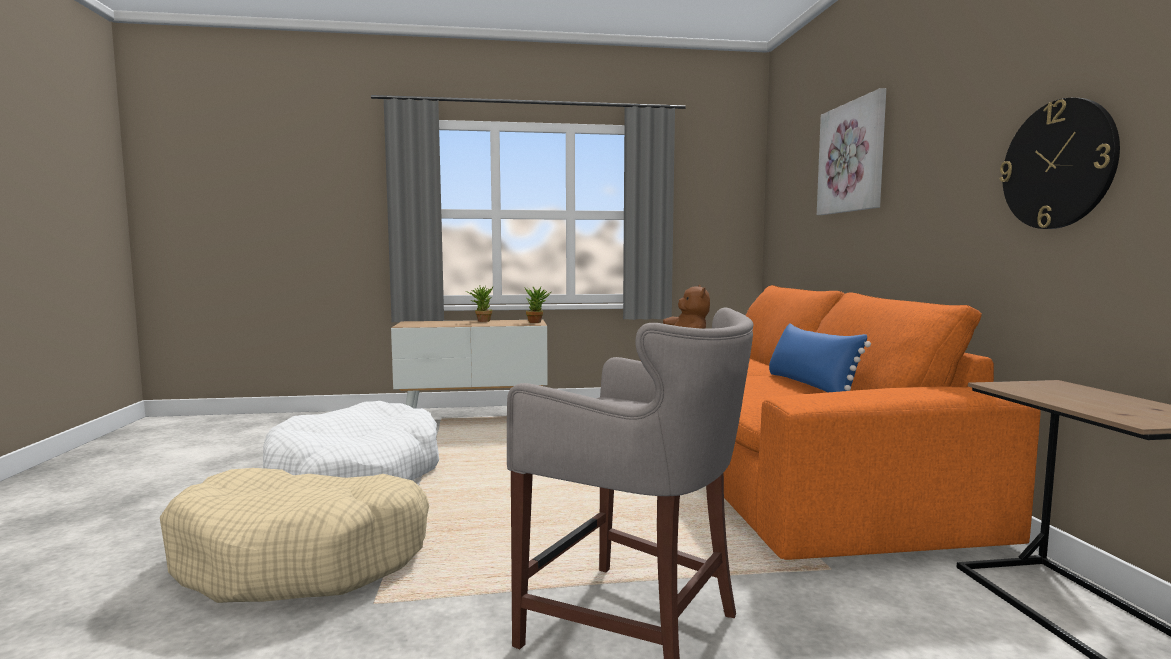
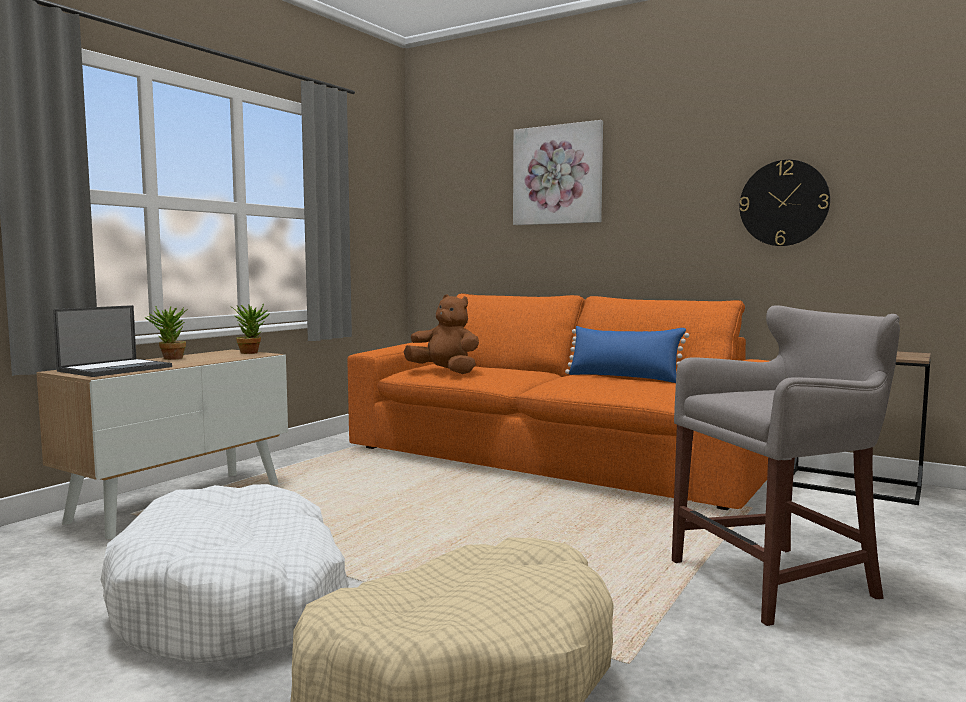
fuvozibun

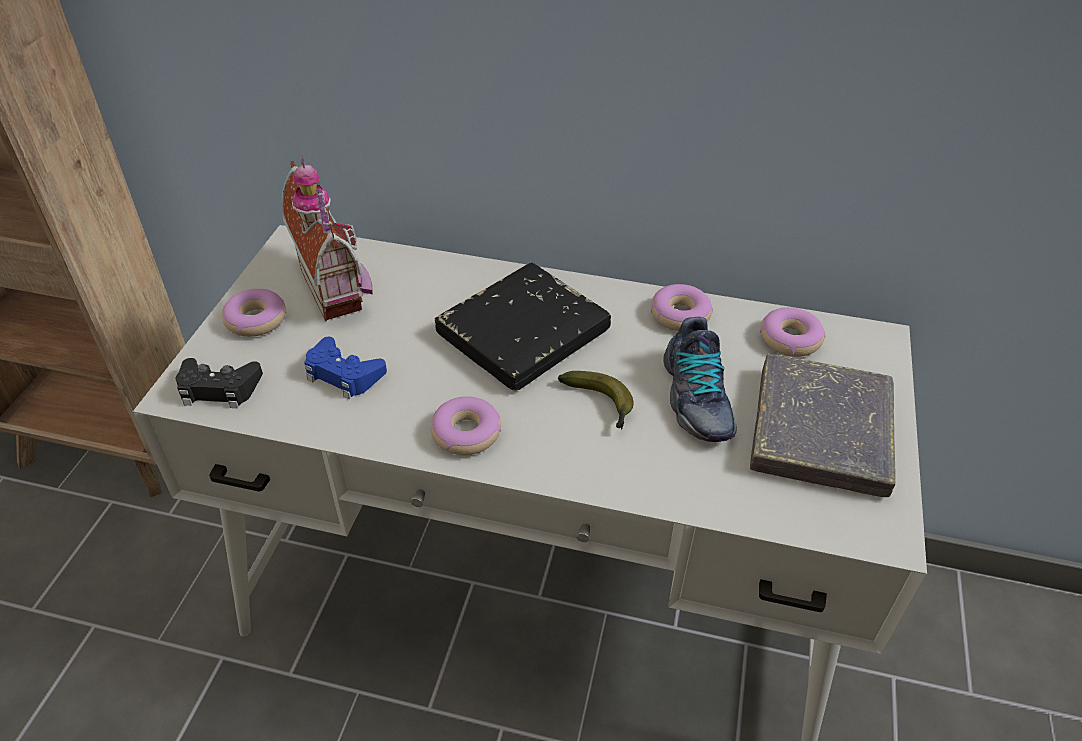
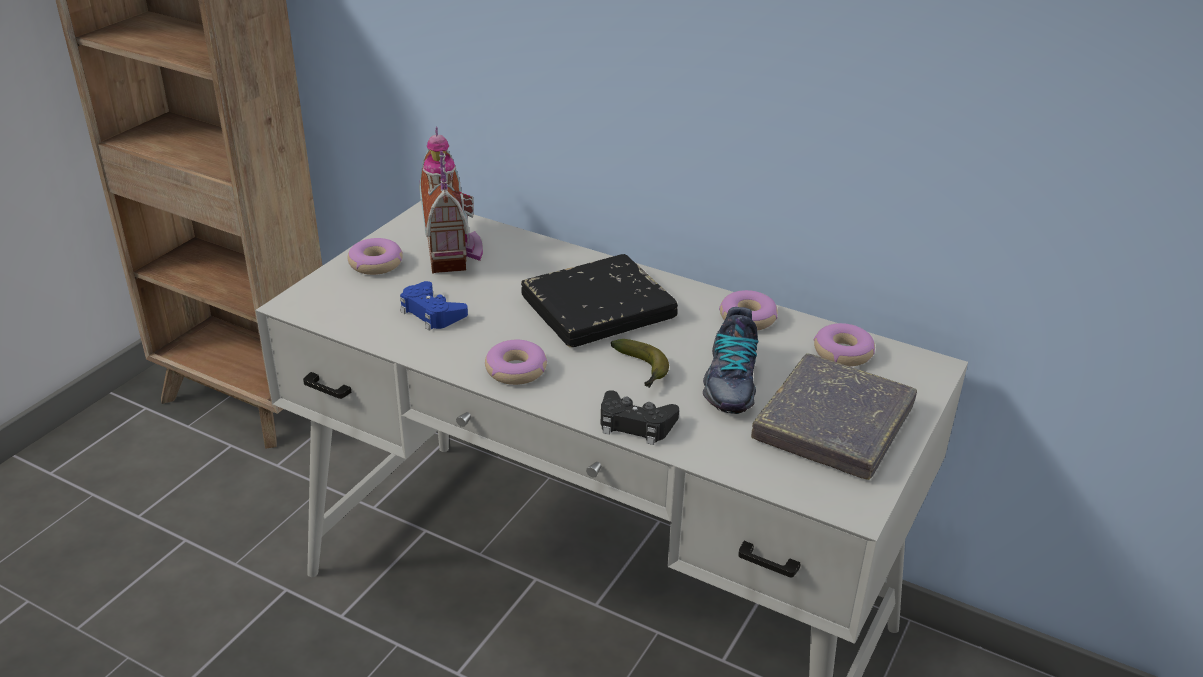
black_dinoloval

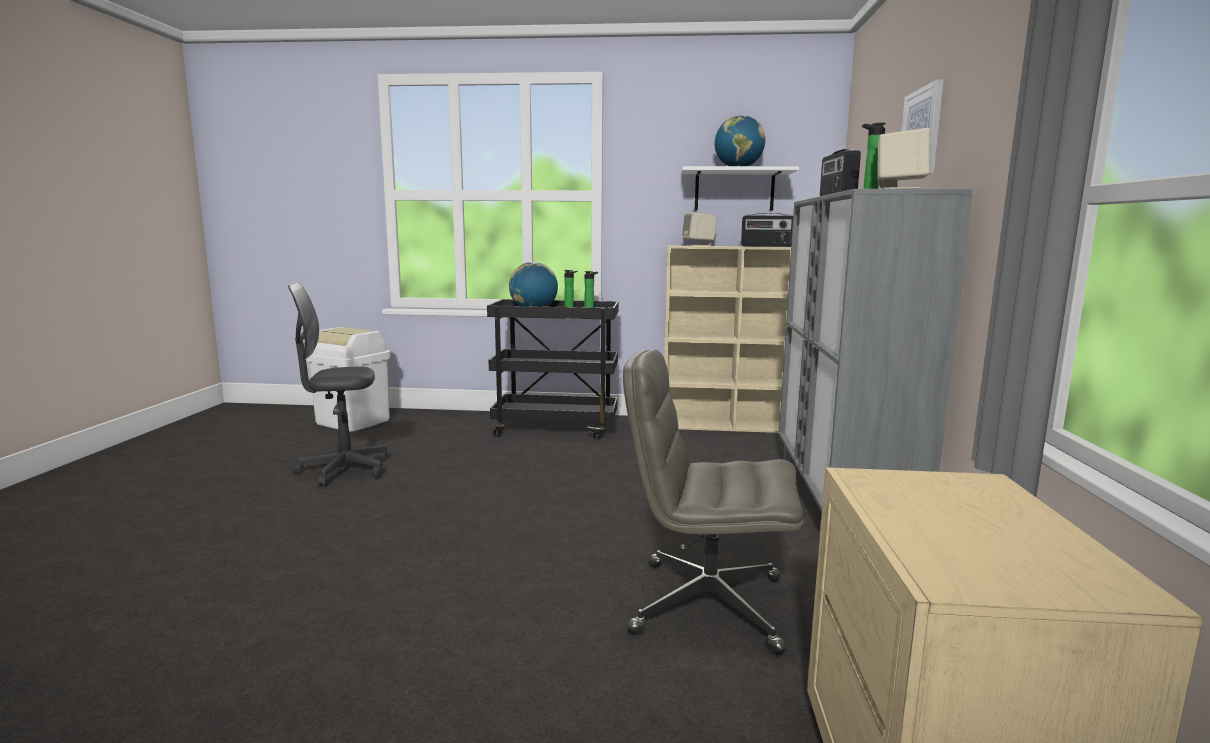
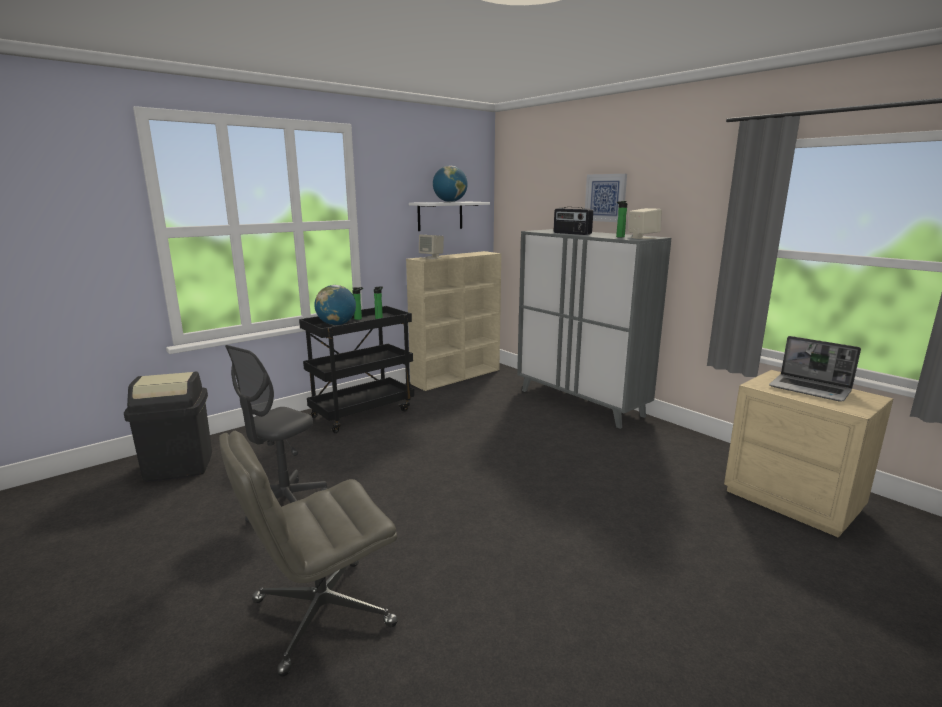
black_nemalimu
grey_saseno (2nd from left)
fuvozibun
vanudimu (1st from left in the first image)

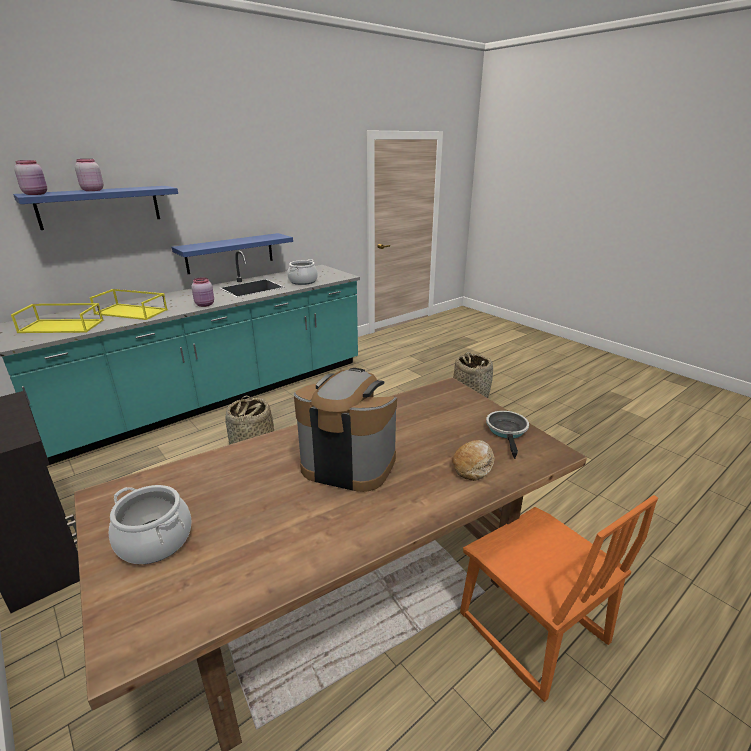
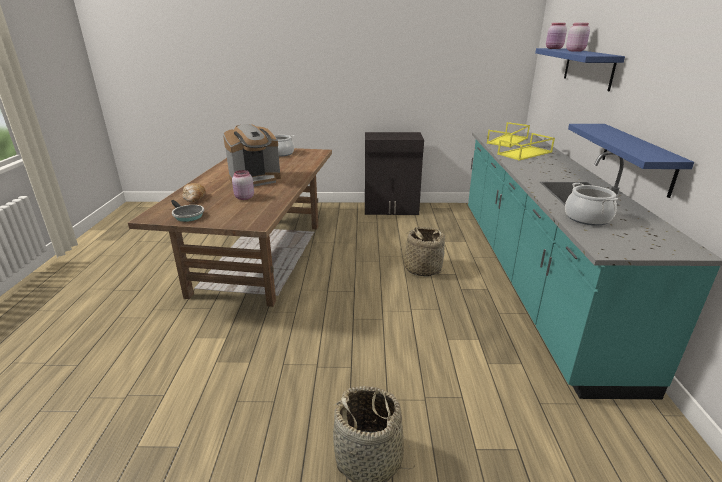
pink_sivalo (1st from left)
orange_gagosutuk

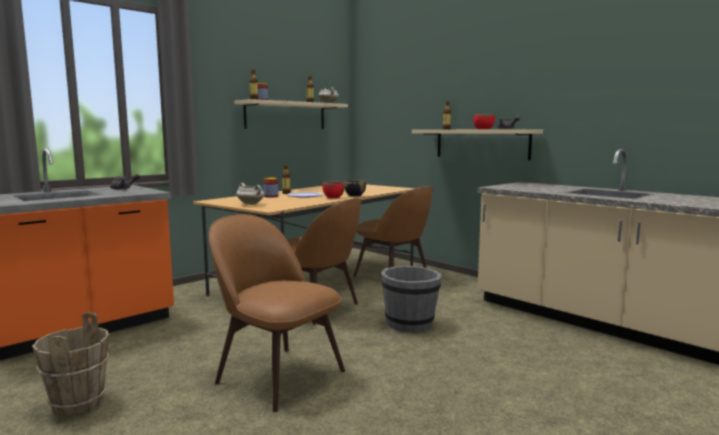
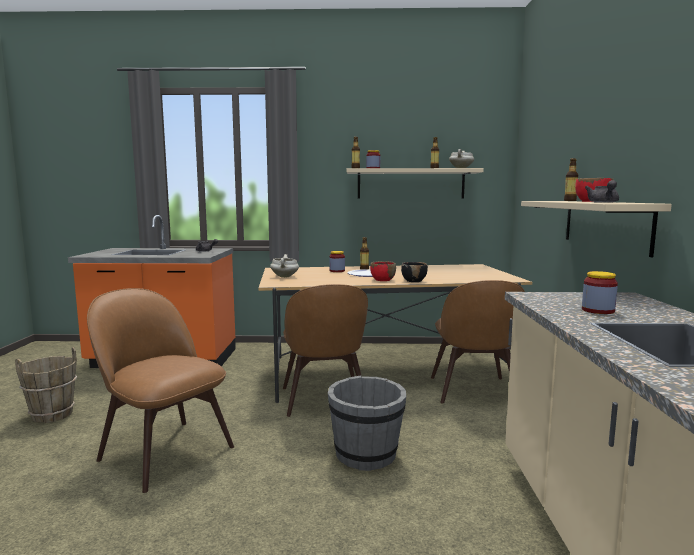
brown_gagosutuk (1st from left)
sivalo (3rd from left)

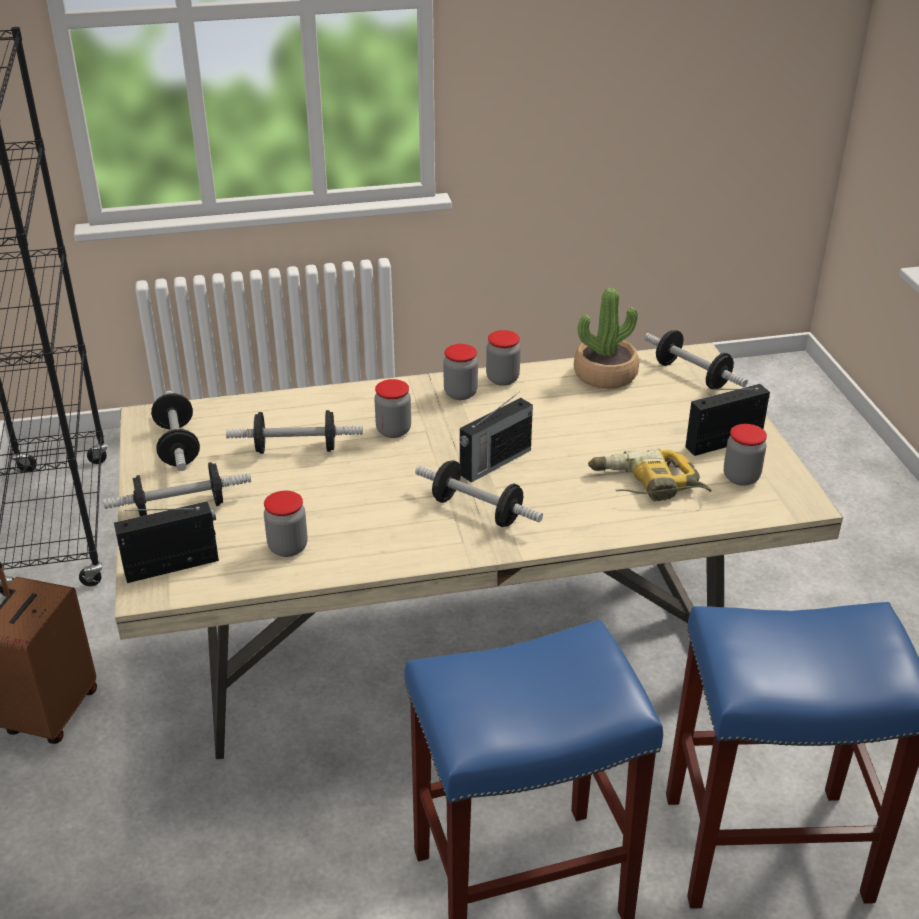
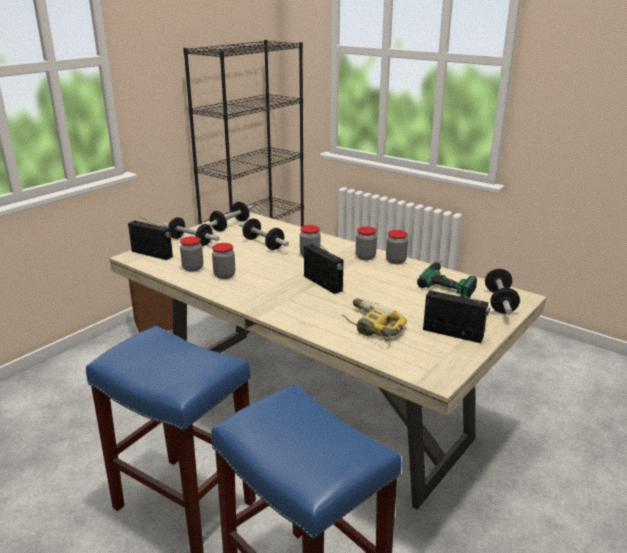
sivalo (2nd from left)
vanudimu (2nd from left)
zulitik (2nd from left)
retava (4th from left in the first image)

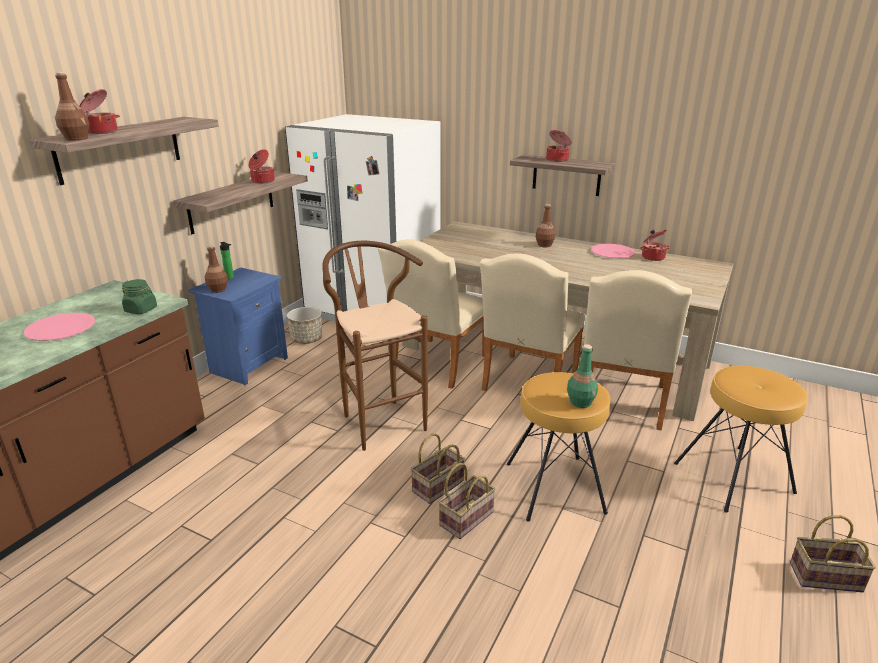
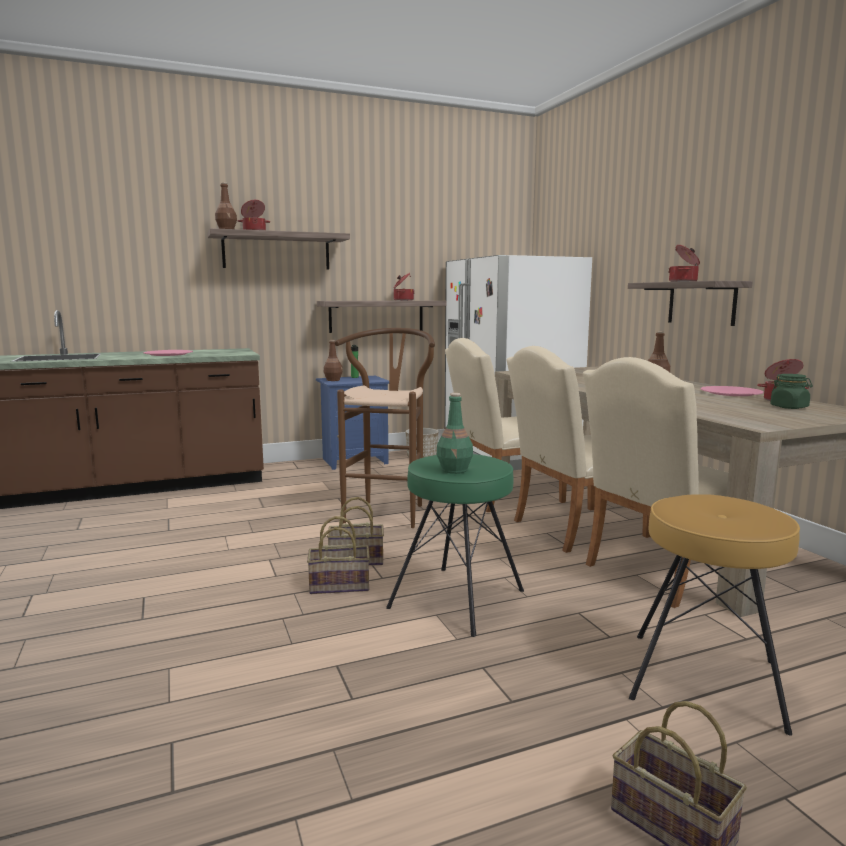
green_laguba
green_sivalo

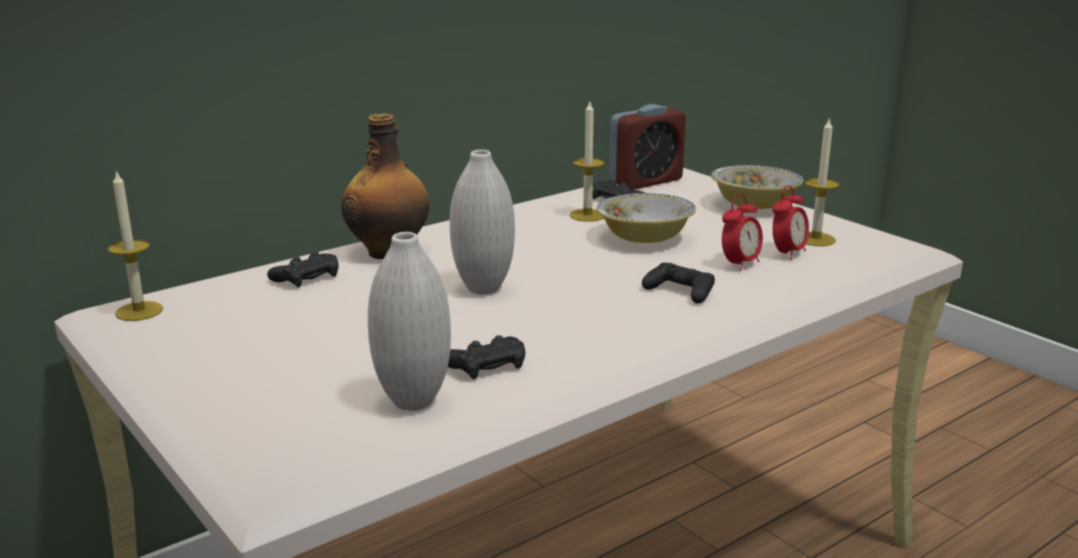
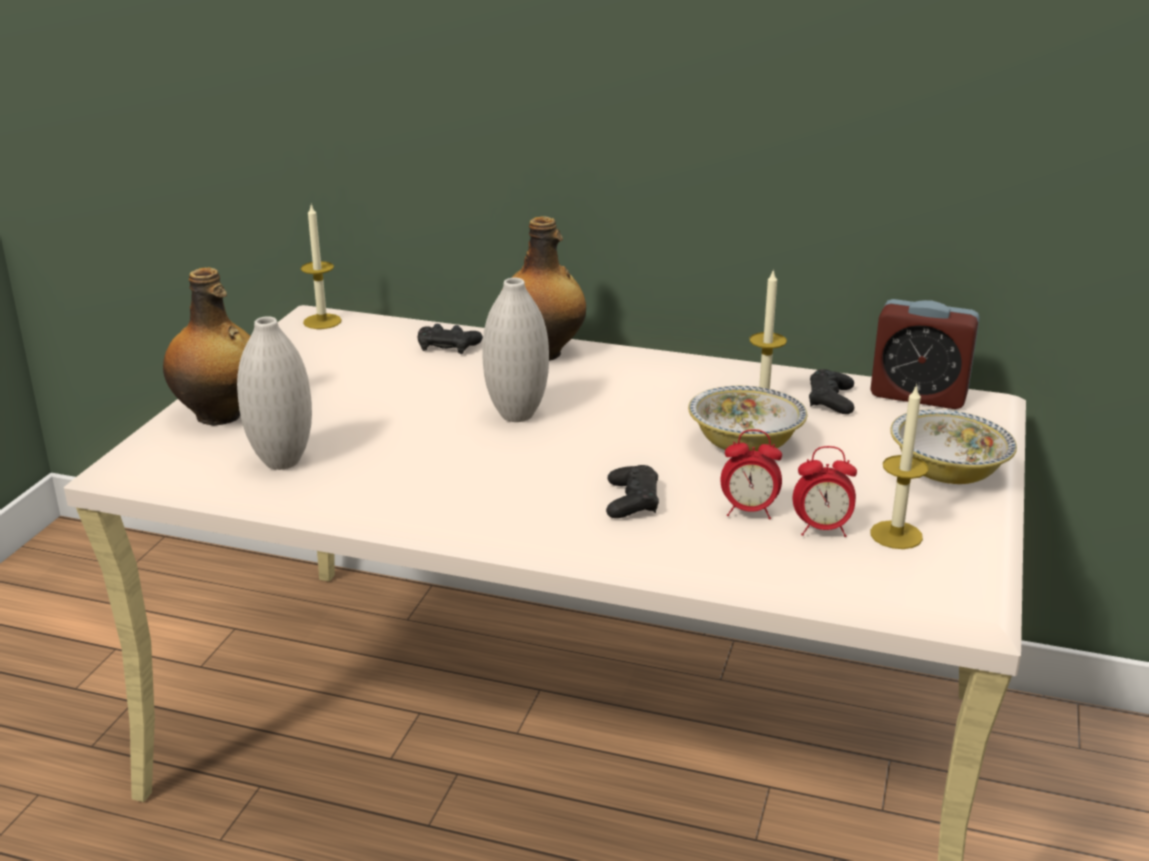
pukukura (1st from left)
black_dinoloval (2nd from left in the first image)

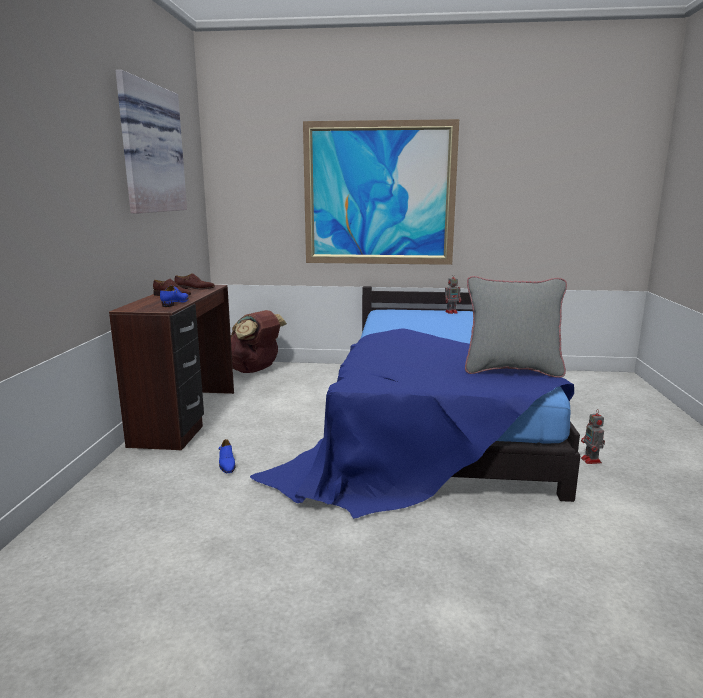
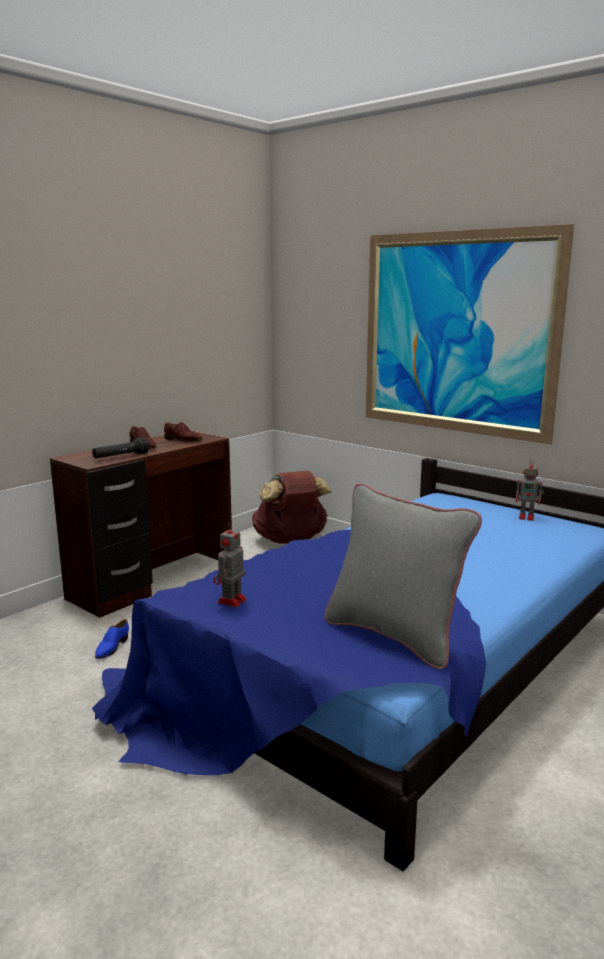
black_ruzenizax
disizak (1st from left)
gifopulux (1st from left in the first image)

